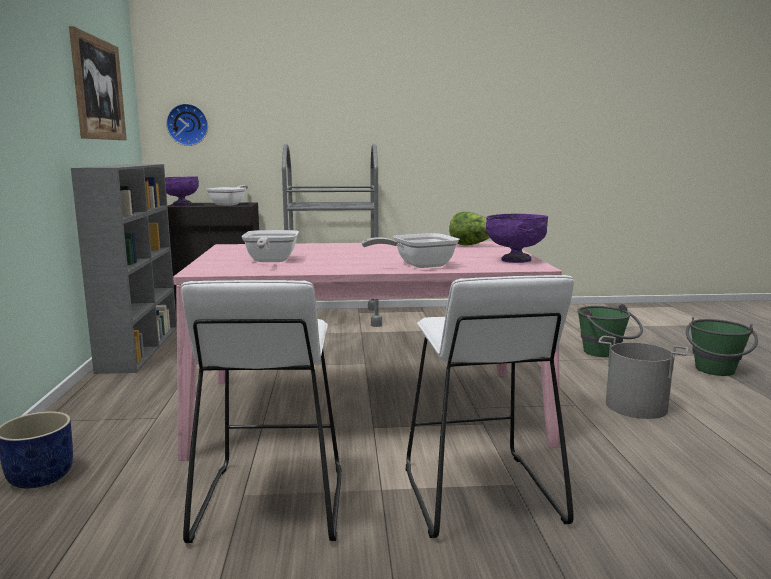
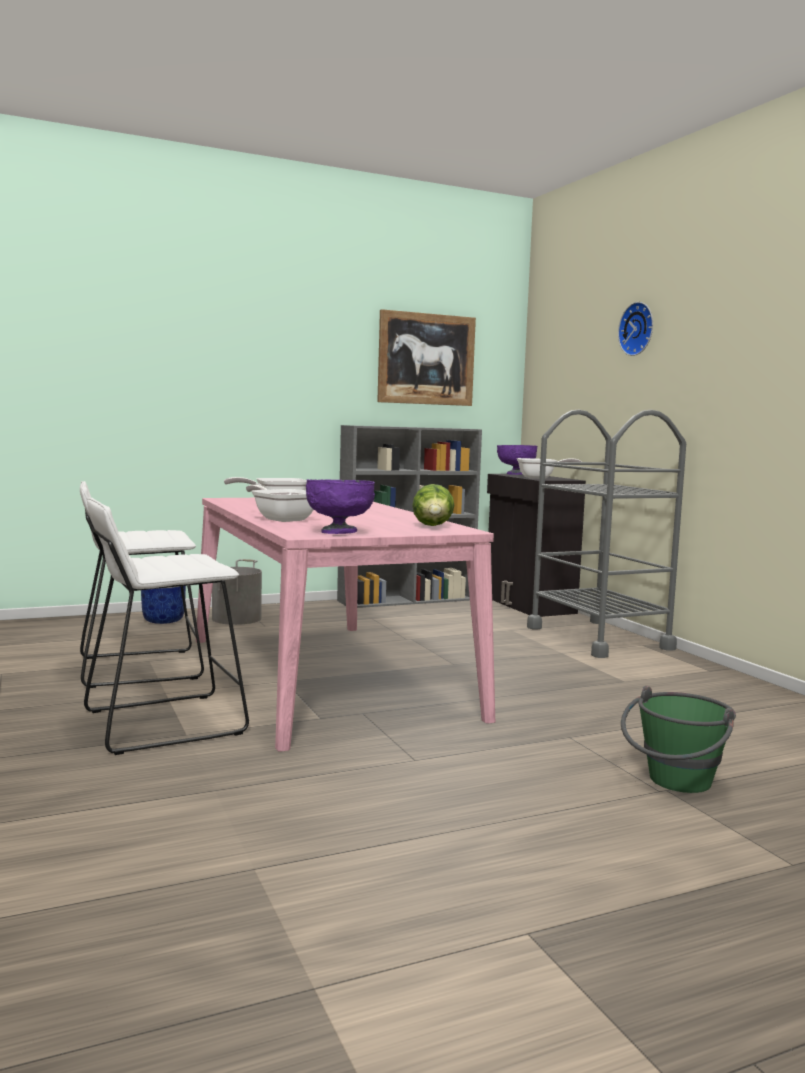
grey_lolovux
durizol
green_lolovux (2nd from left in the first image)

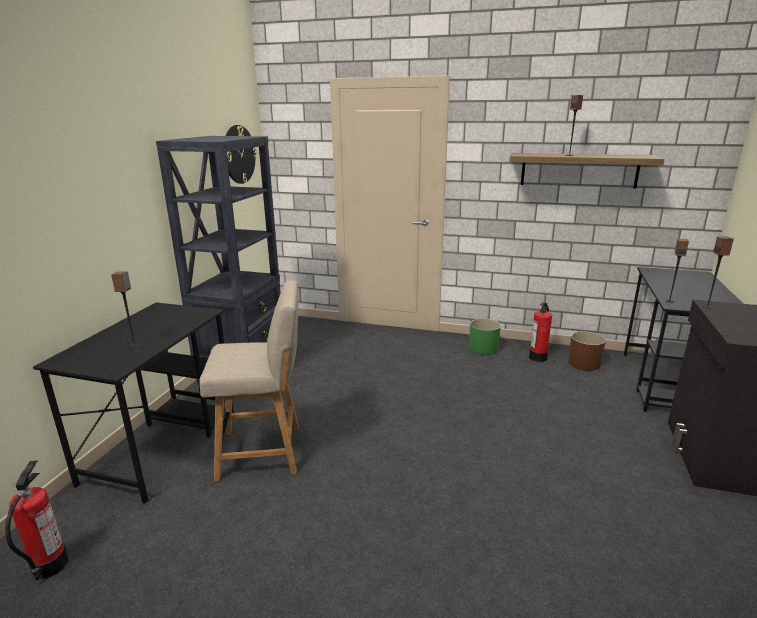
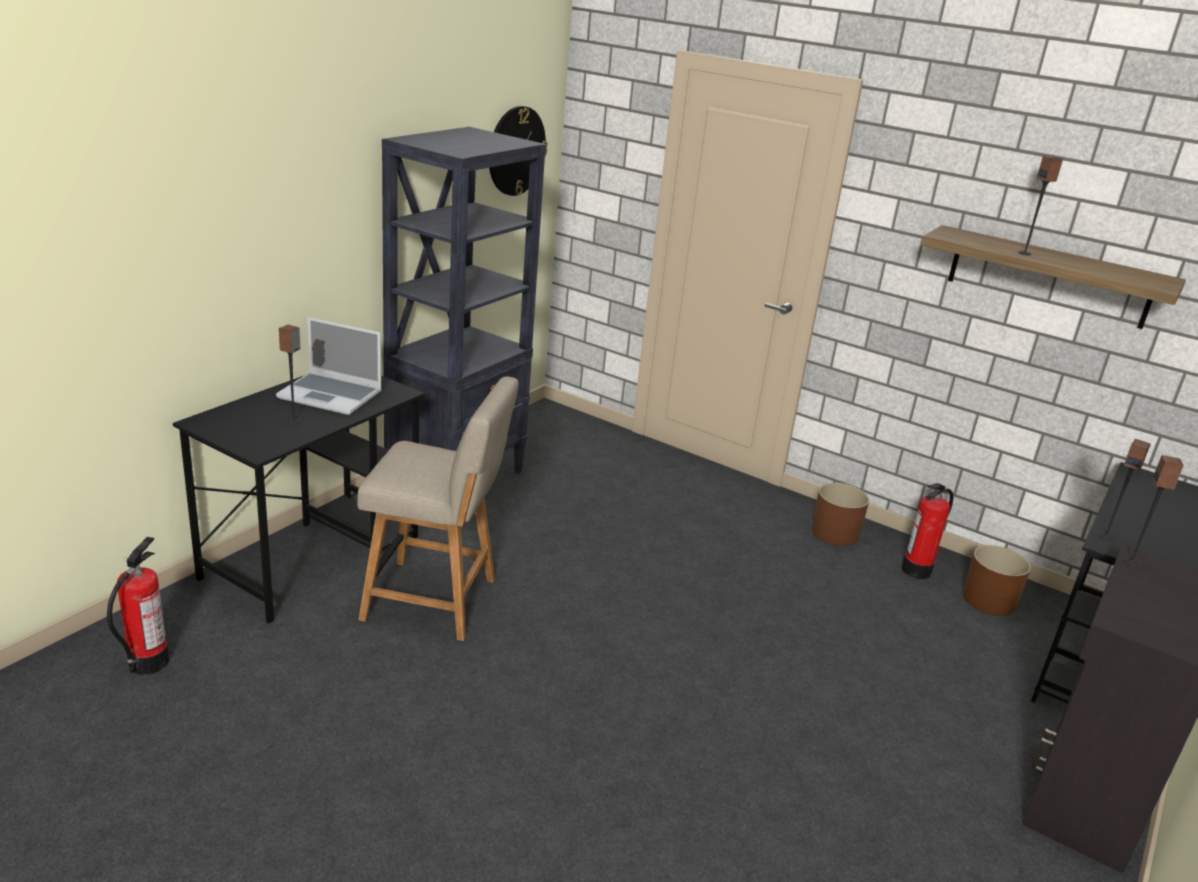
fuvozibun
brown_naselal (1st from left)

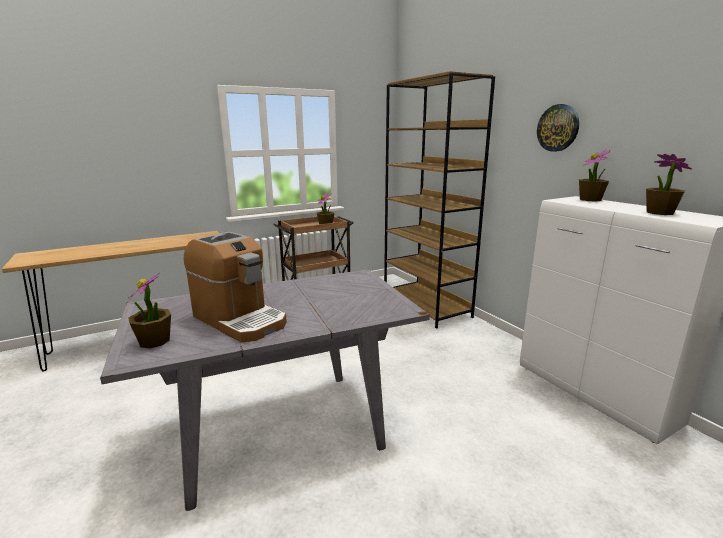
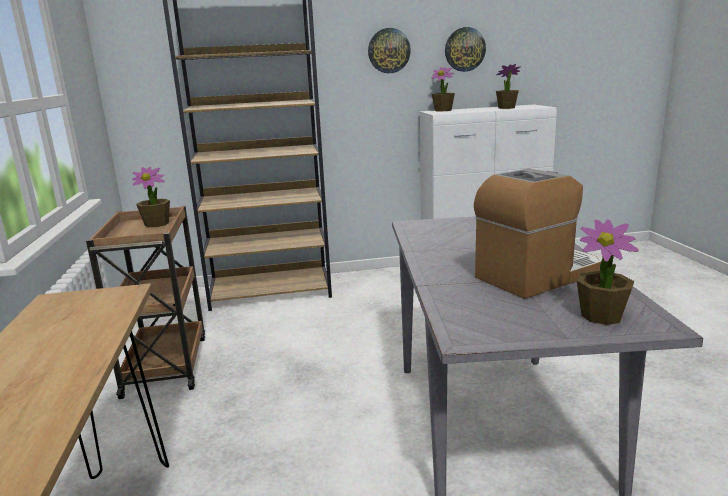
durizol (2nd from left)

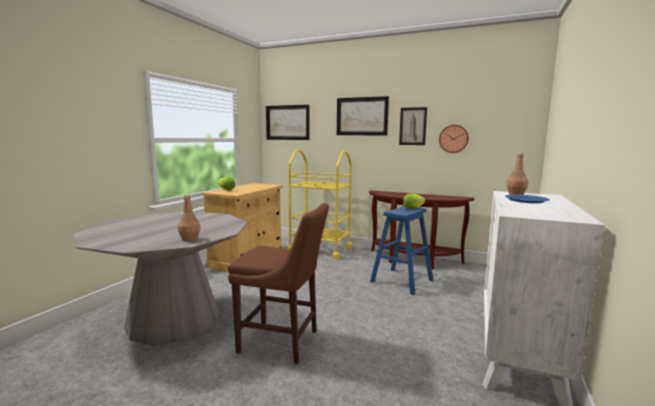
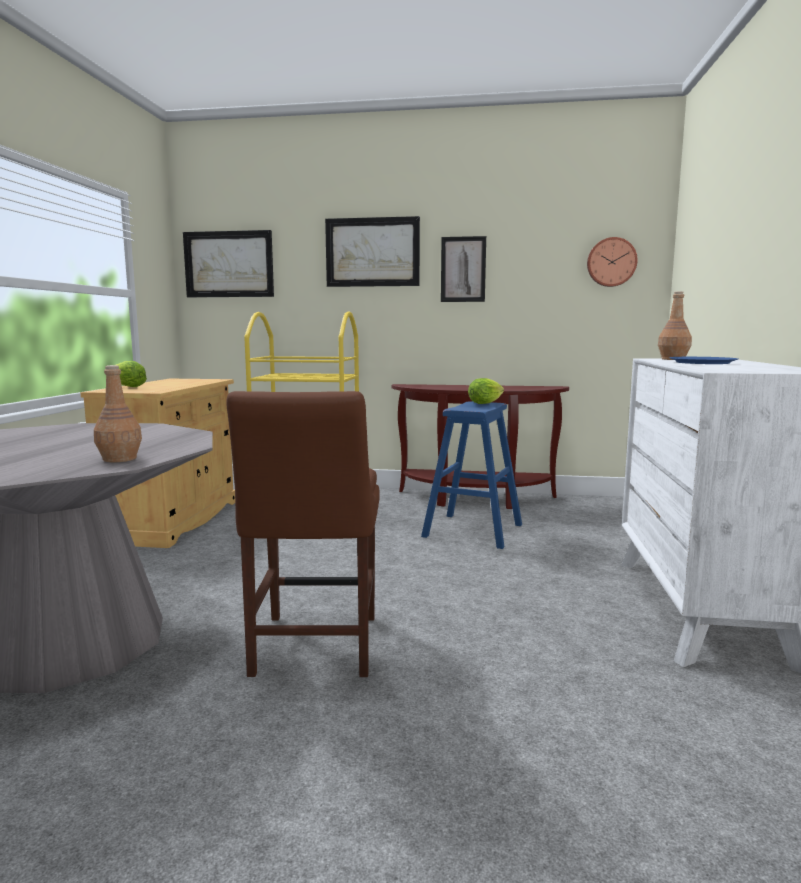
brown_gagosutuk
durizol

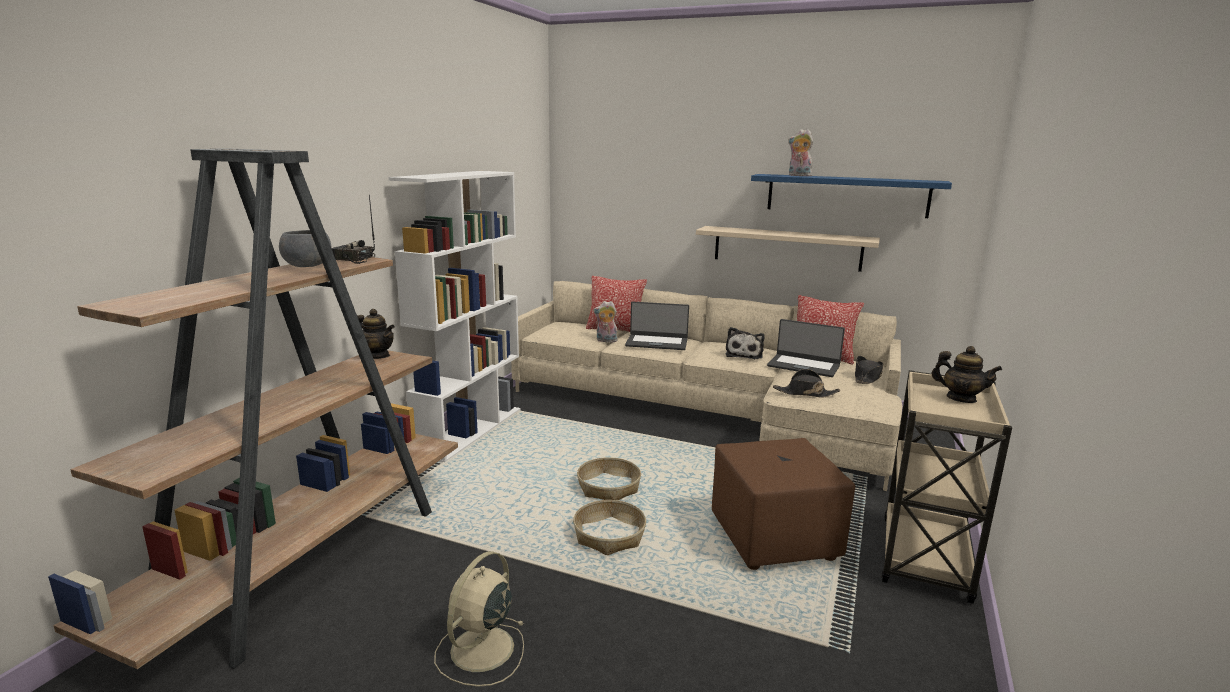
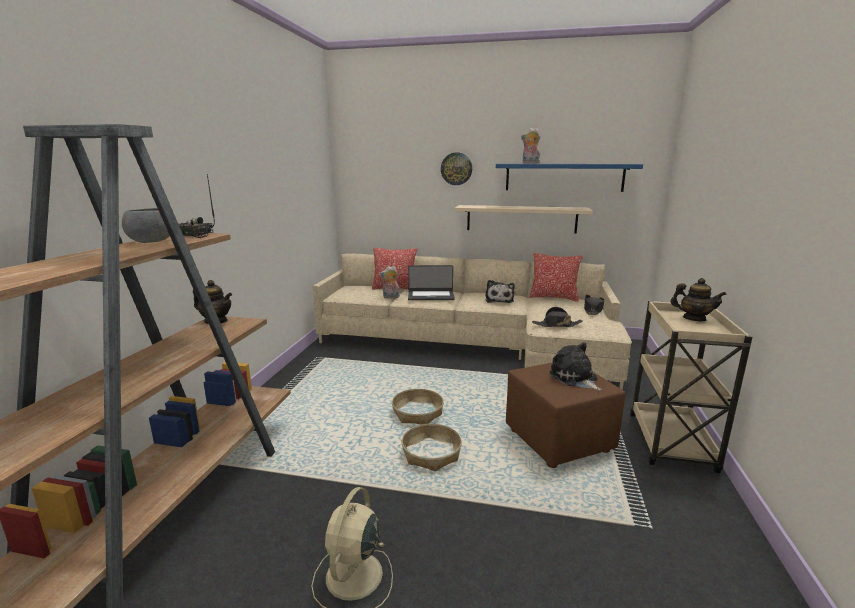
durizol
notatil (4th from left)
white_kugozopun
fuvozibun (2nd from left in the first image)

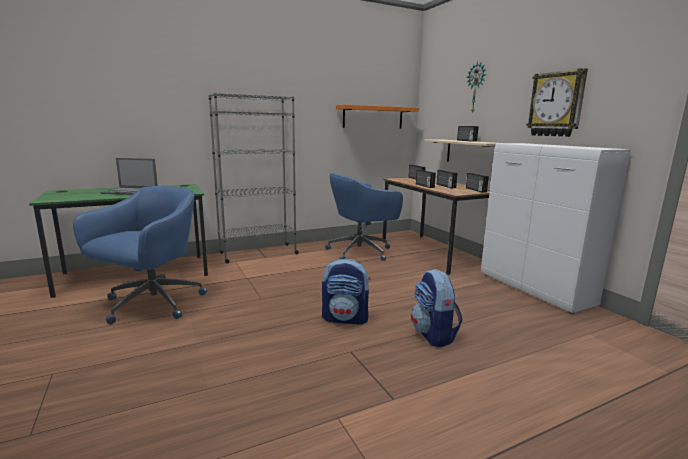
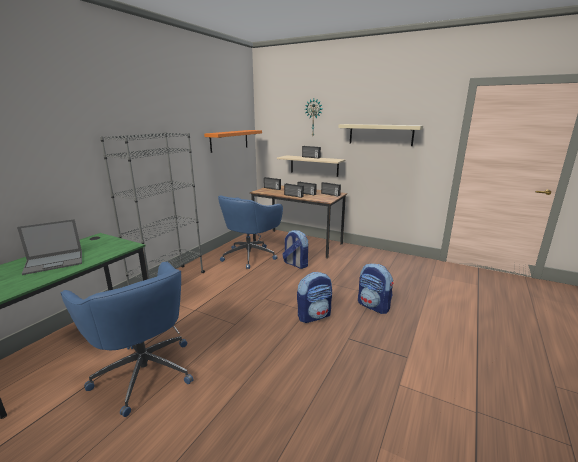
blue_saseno (1st from left)
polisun (1st from left)
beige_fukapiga (2nd from left)
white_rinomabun

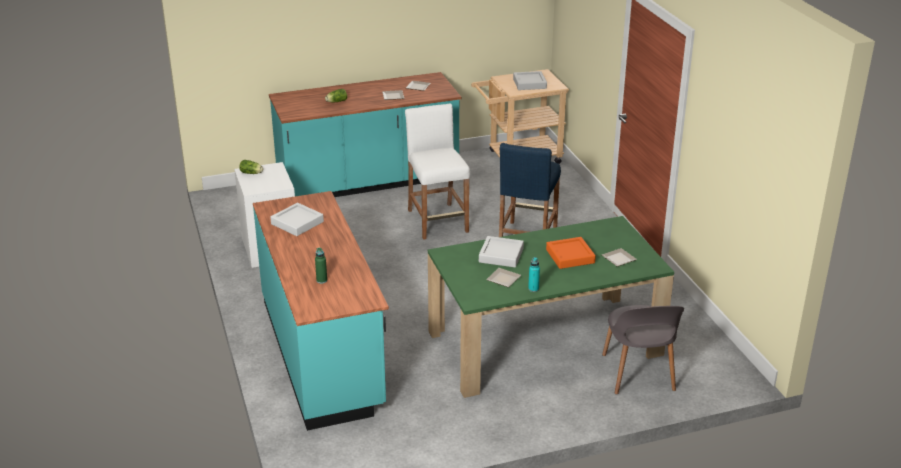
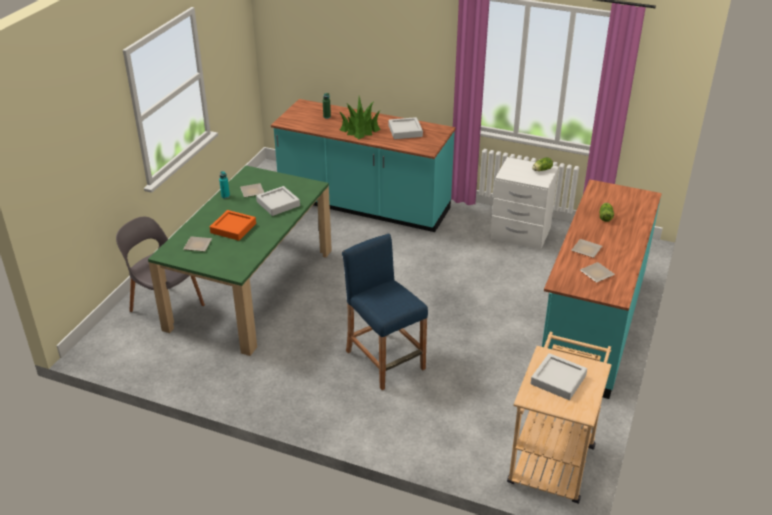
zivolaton
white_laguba

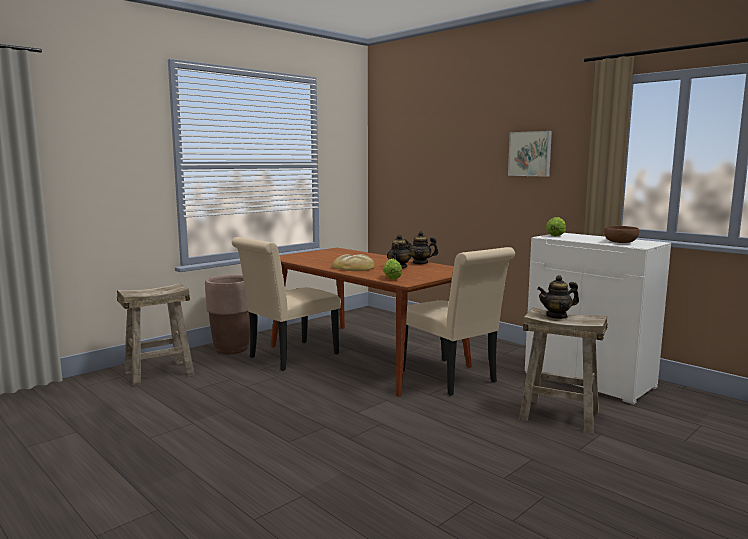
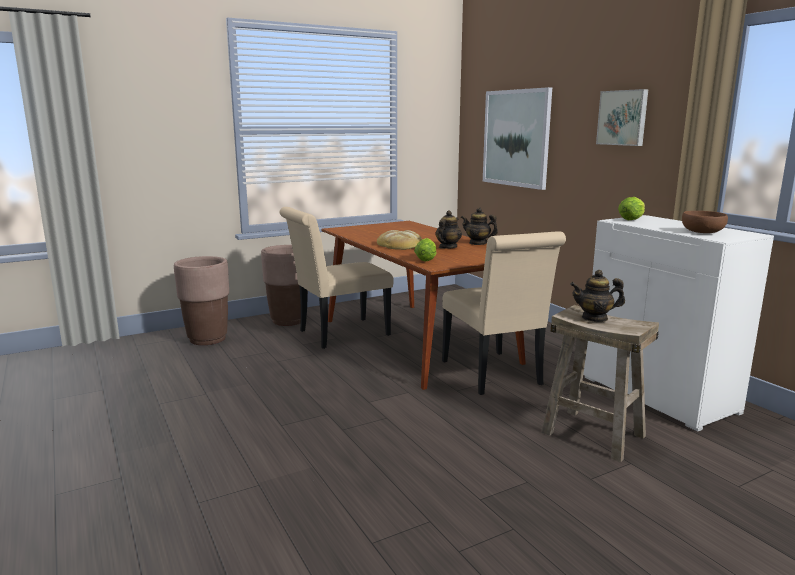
brown_naselal (1st from left)
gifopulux (1st from left)

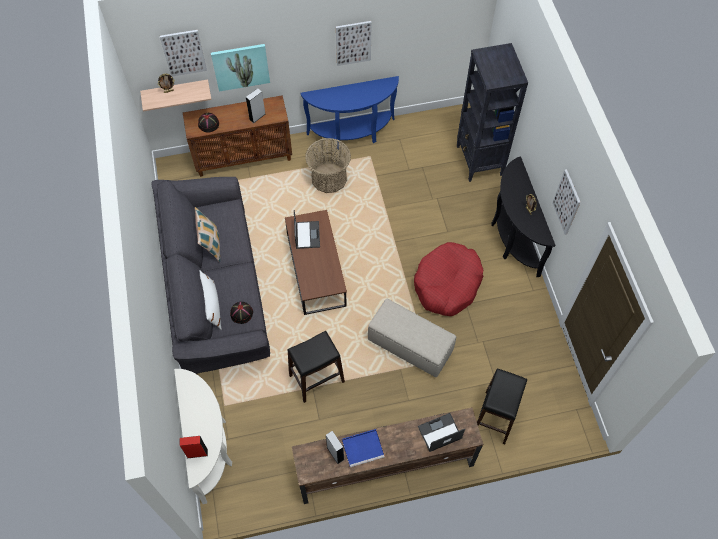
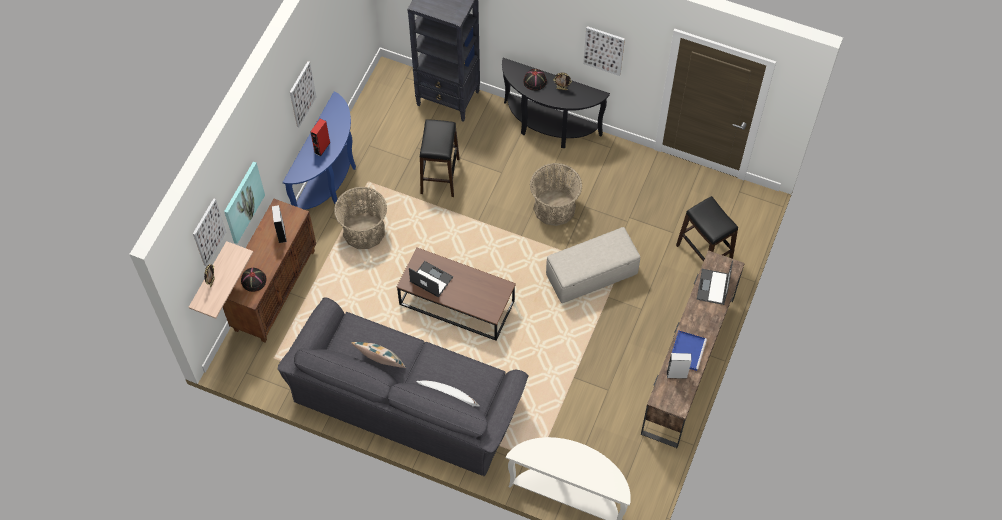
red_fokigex
black_laguba (1st from left)
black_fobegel (2nd from left)
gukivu (2nd from left)

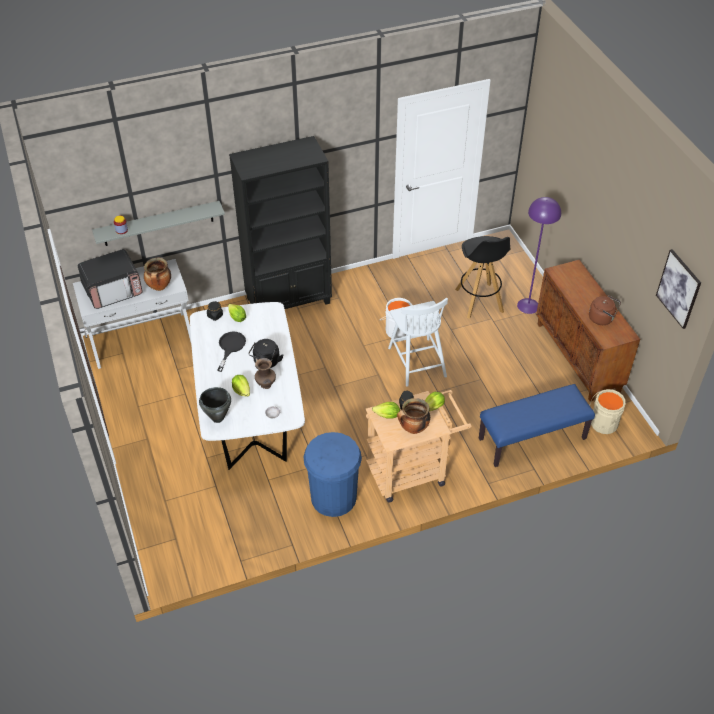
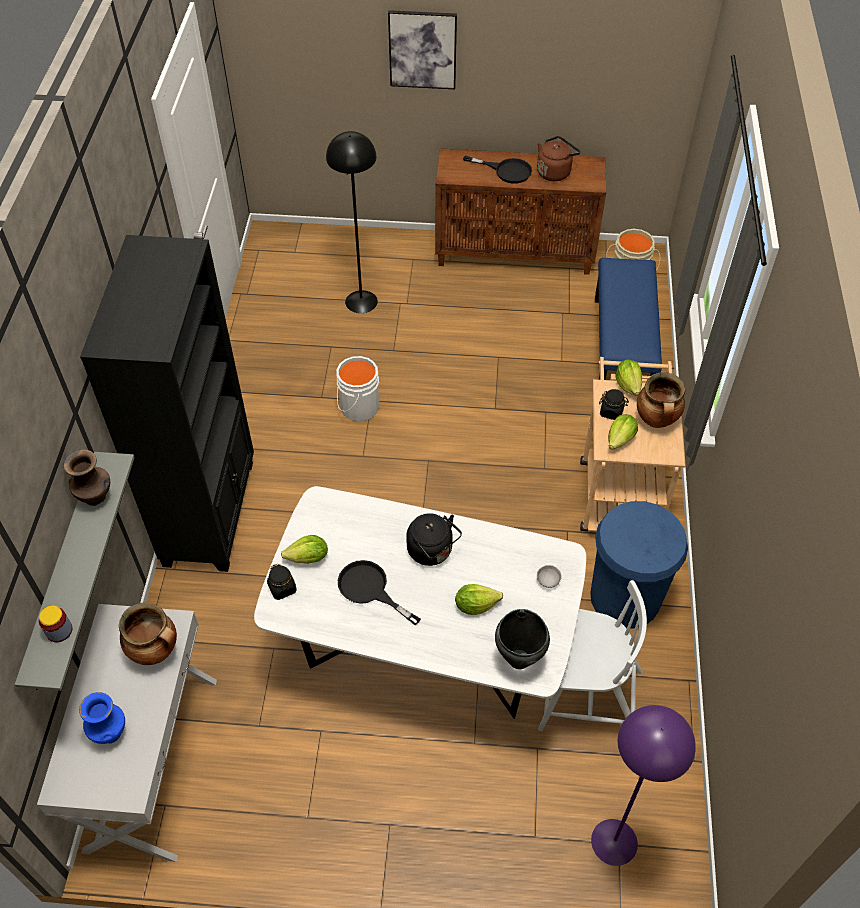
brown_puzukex
blue_puzukex
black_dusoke
gifopulux
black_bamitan (2nd from left)
white_gagosutuk
purple_dusoke

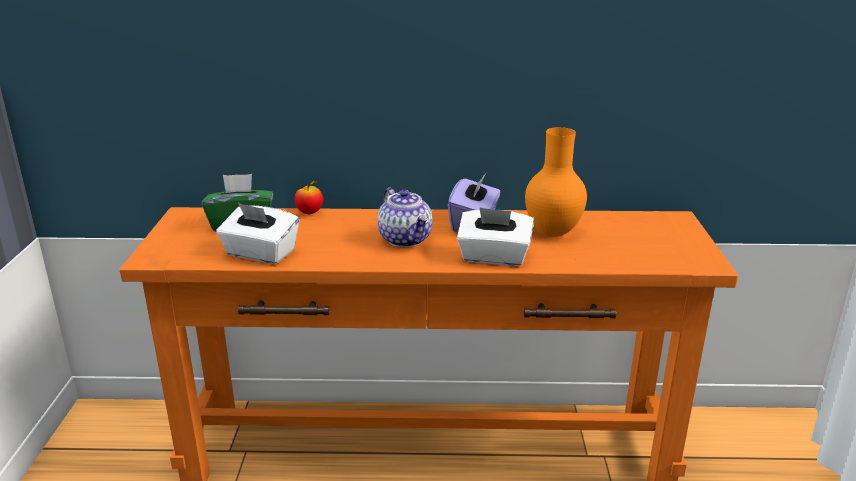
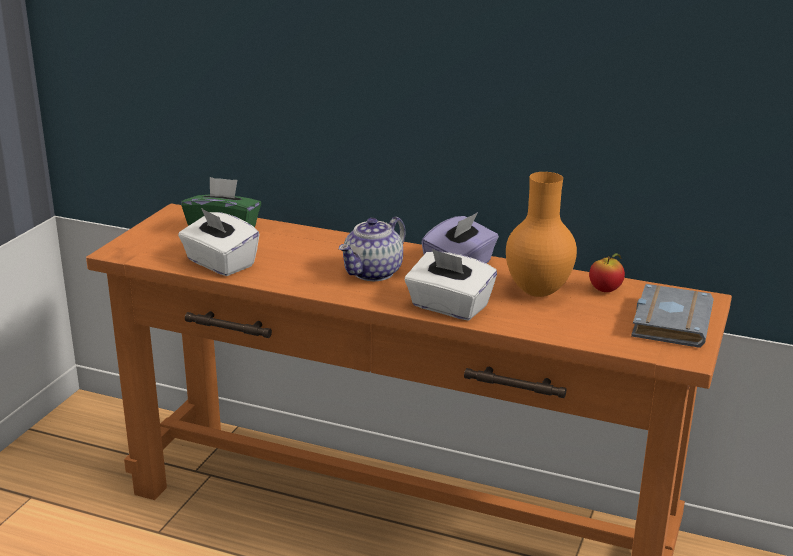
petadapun
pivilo
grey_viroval

